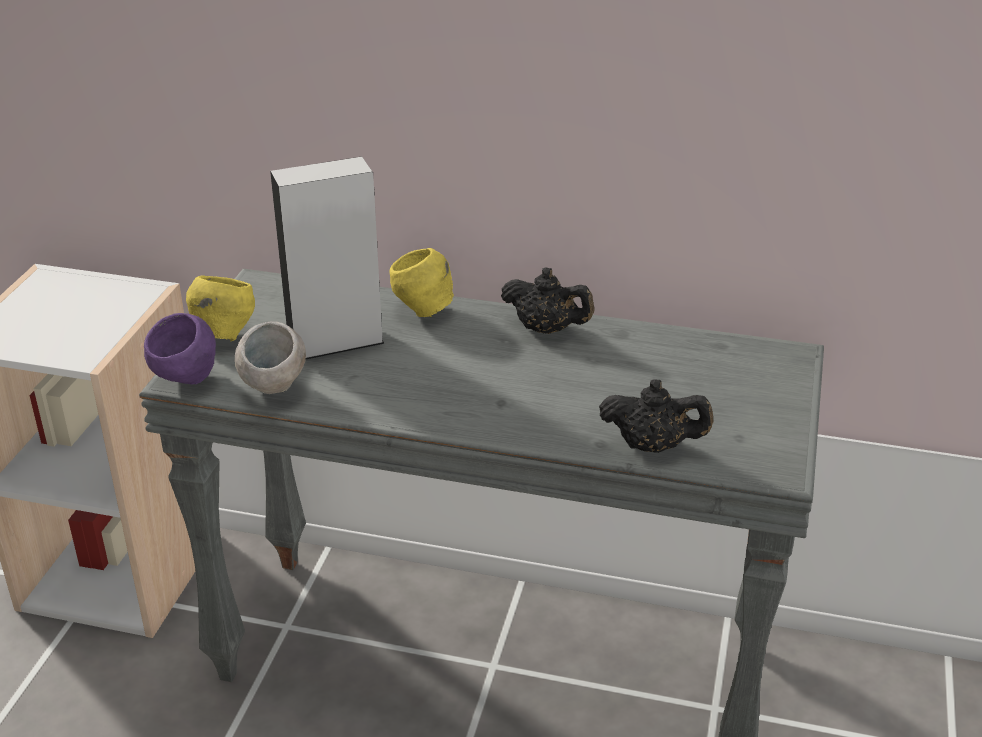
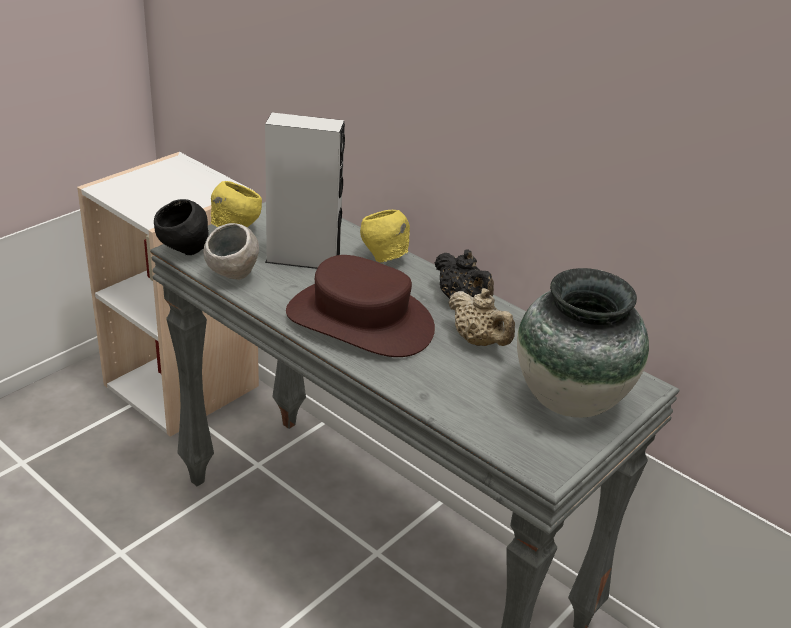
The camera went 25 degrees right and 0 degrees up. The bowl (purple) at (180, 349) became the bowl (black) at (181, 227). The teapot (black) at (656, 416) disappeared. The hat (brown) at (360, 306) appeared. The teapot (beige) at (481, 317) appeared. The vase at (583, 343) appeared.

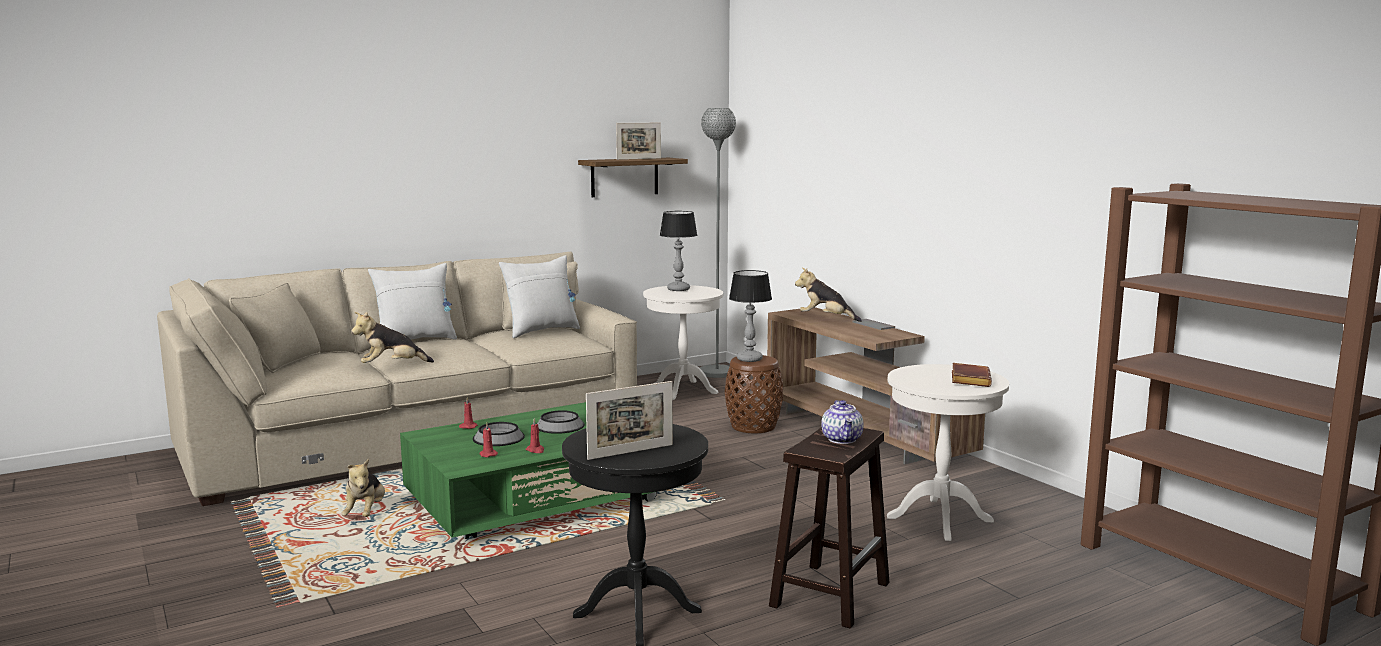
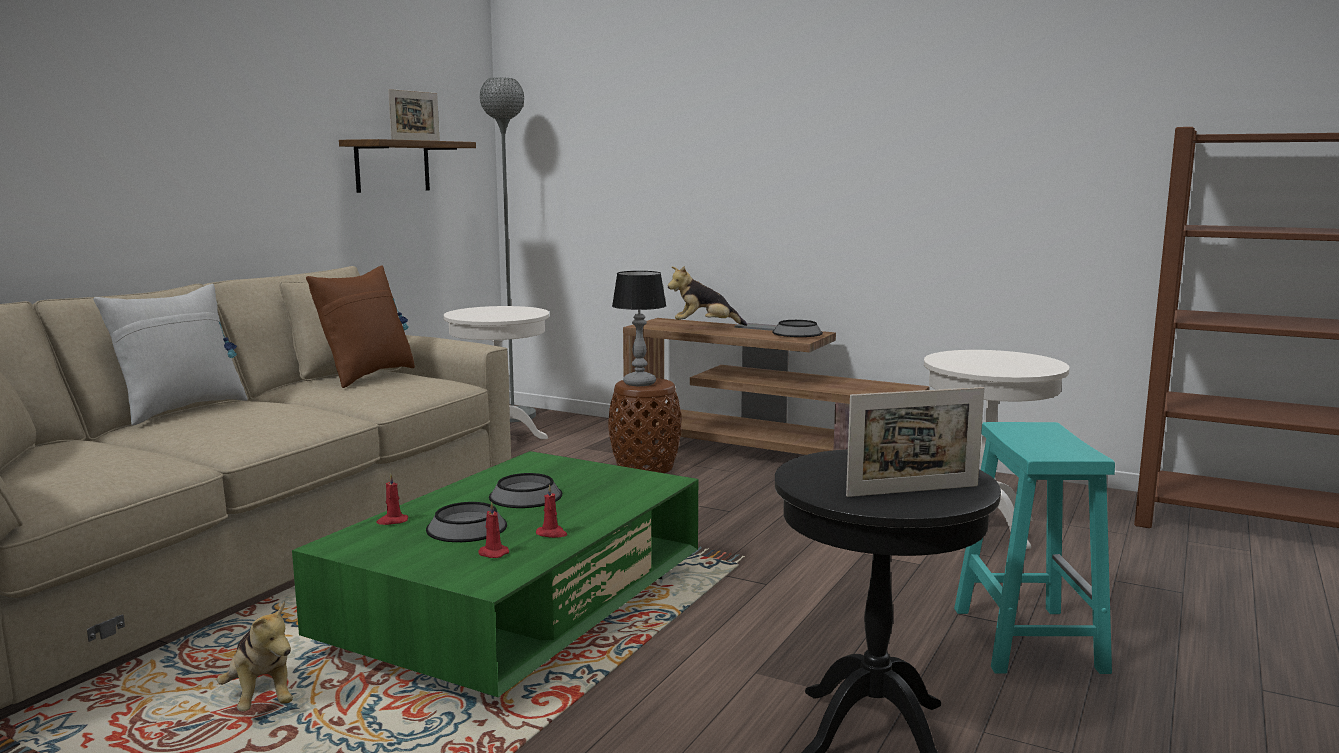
The camera went 30 degrees left and 0 degrees up. The plush toy at (392, 337) disappeared. The pillow (grey) at (539, 296) became the pillow (brown) at (360, 327). The picture frame at (629, 420) turned 45 degrees clockwise. The table lamp at (678, 251) disappeared. The stool (brown) at (829, 528) became the stool (turquoise) at (1034, 548). The teapot at (842, 422) disappeared. The book (brown) at (972, 375) disappeared. The bowl at (797, 328) appeared.

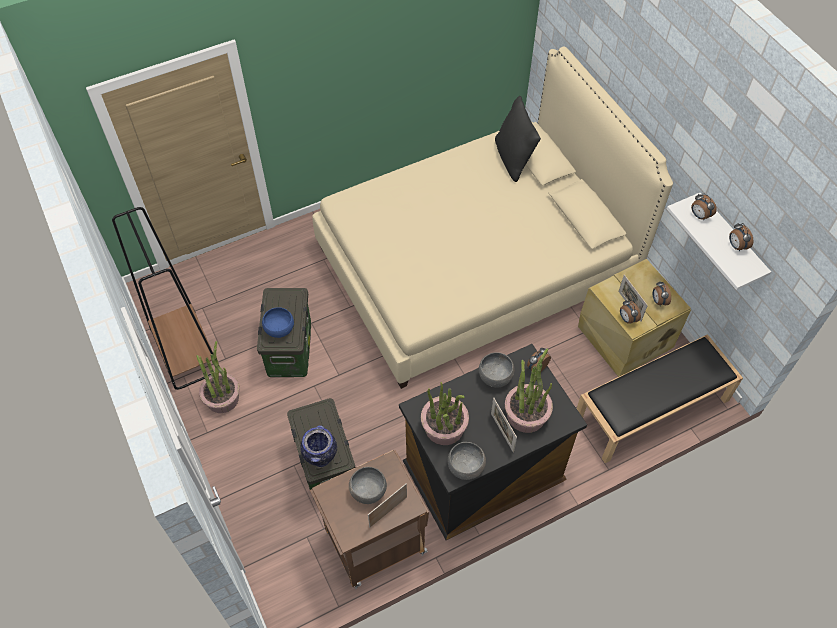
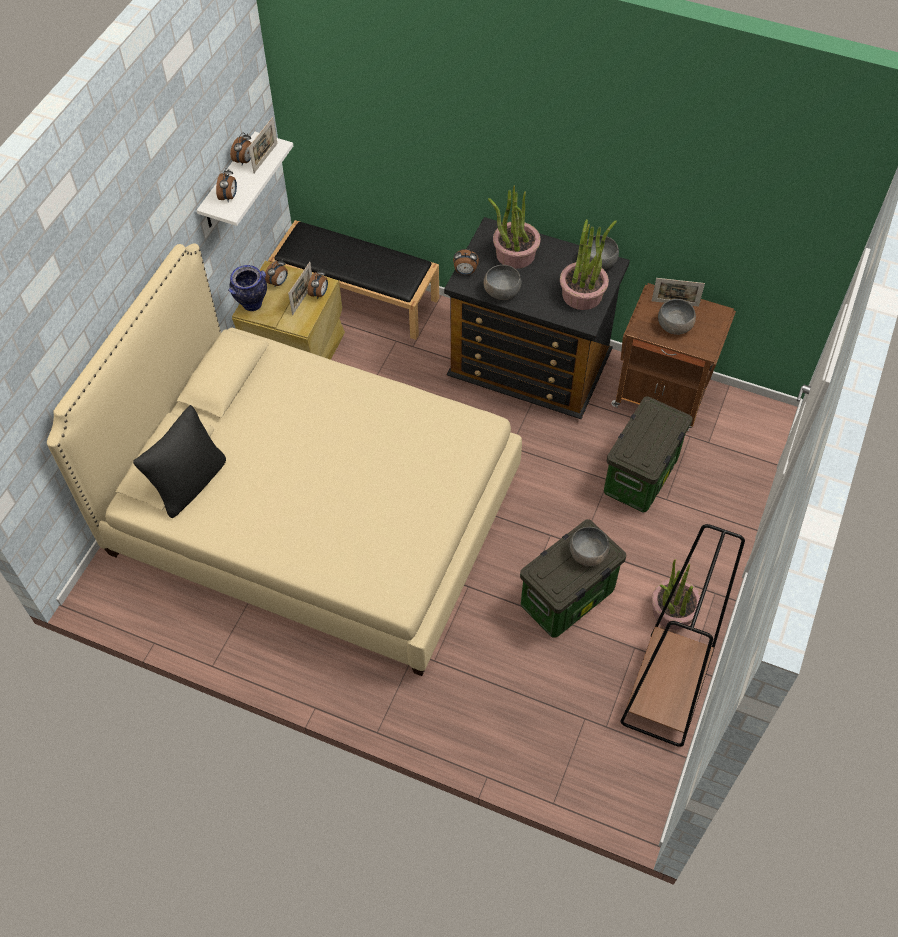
The camera went 130 degrees left and 0 degrees up. The bowl (blue) at (278, 322) became the bowl (grey) at (589, 546). The vase moved from (318, 446) to (247, 288). The picture frame moved from (504, 425) to (263, 145).

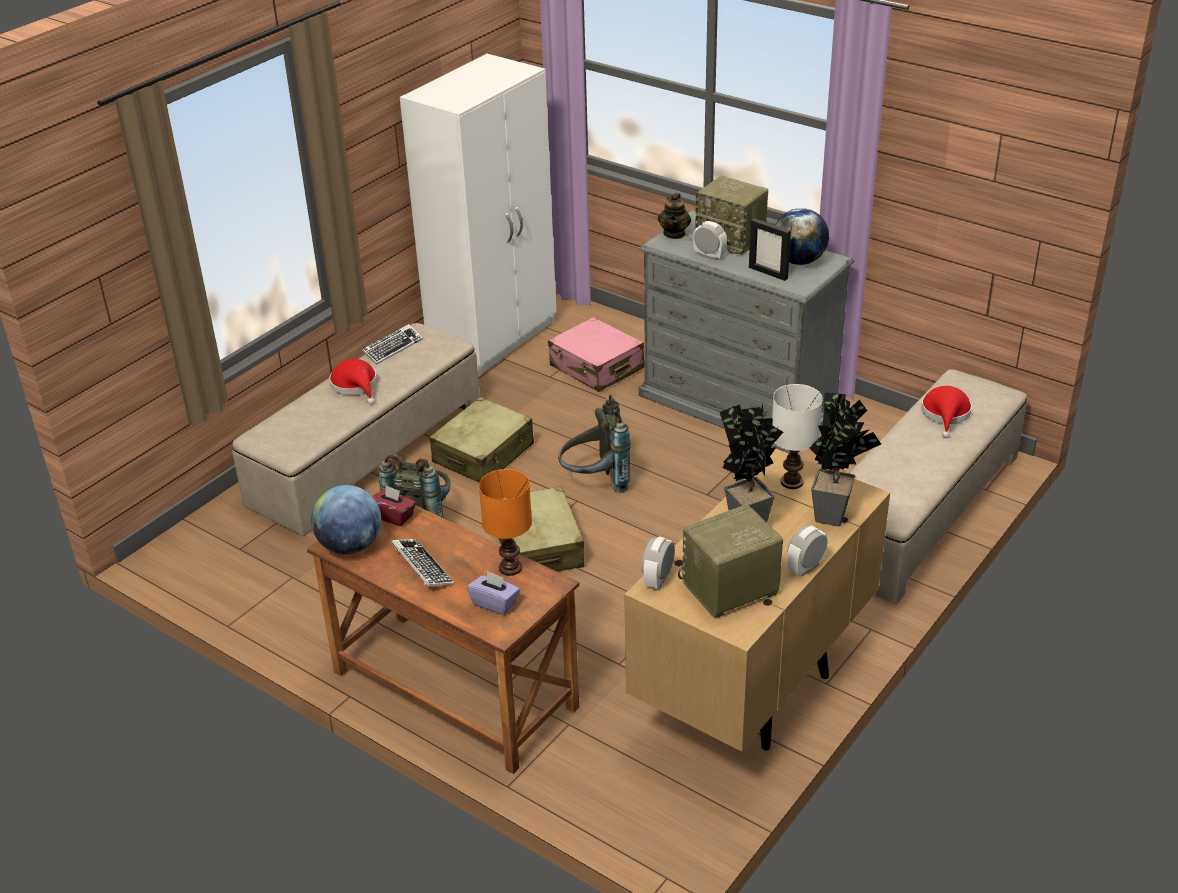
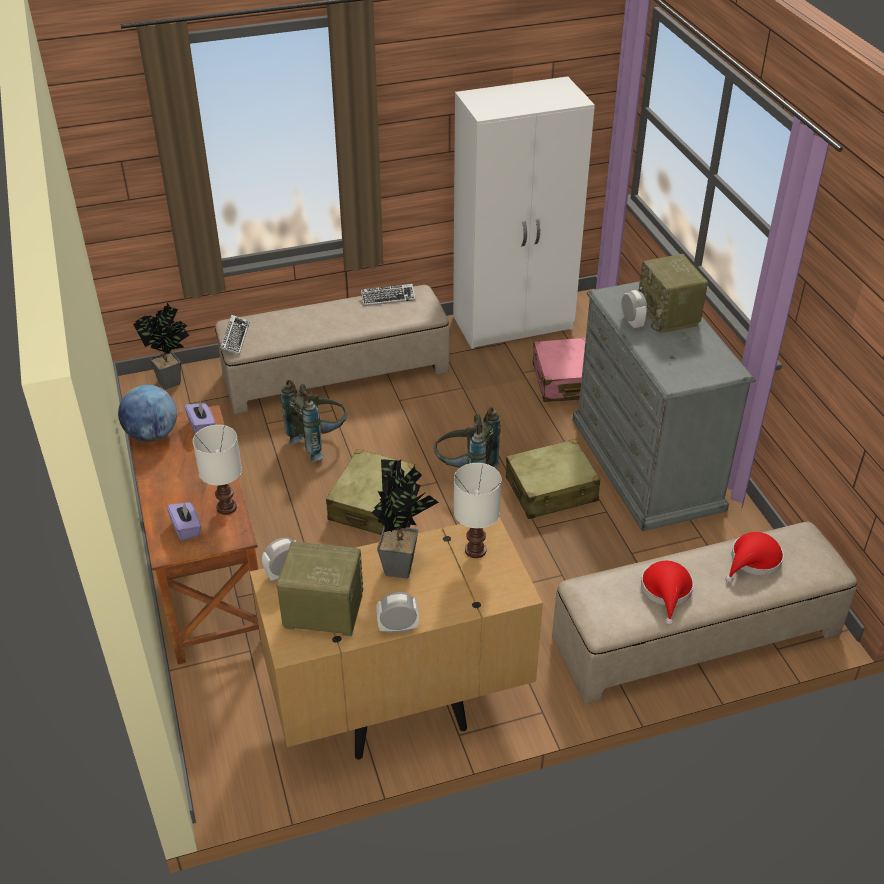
The camera went 35 degrees right and 5 degrees up. The hat (red) moved from (353, 382) to (667, 593). The tissue box (red) at (394, 505) became the tissue box (purple) at (199, 417). The keyboard moved from (422, 563) to (235, 335). The suitcase (beige) moved from (481, 440) to (553, 479). The table lamp (orange) at (505, 522) became the table lamp (white) at (217, 470). The teapot at (674, 216) disappeared. The picture frame at (770, 249) disappeared. The globe at (802, 236) disappeared. The potted plant moved from (845, 459) to (161, 346).

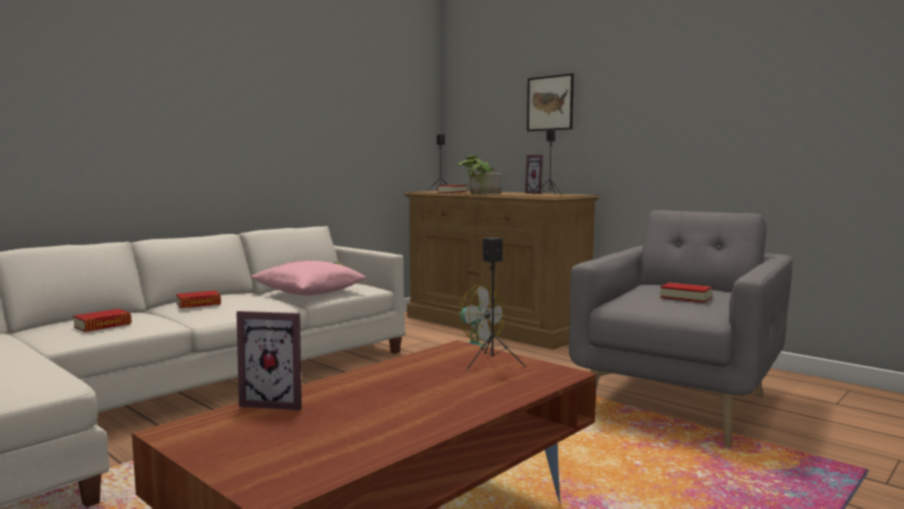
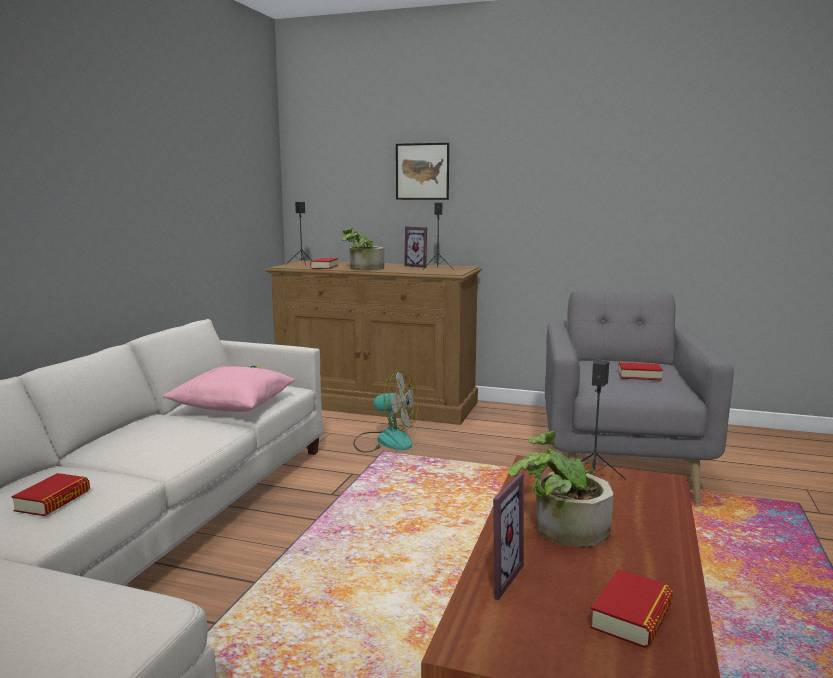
The camera went 25 degrees left and 5 degrees up. The book moved from (198, 299) to (631, 608). The picture frame at (269, 360) turned 45 degrees counterclockwise. The potted plant at (561, 489) appeared.

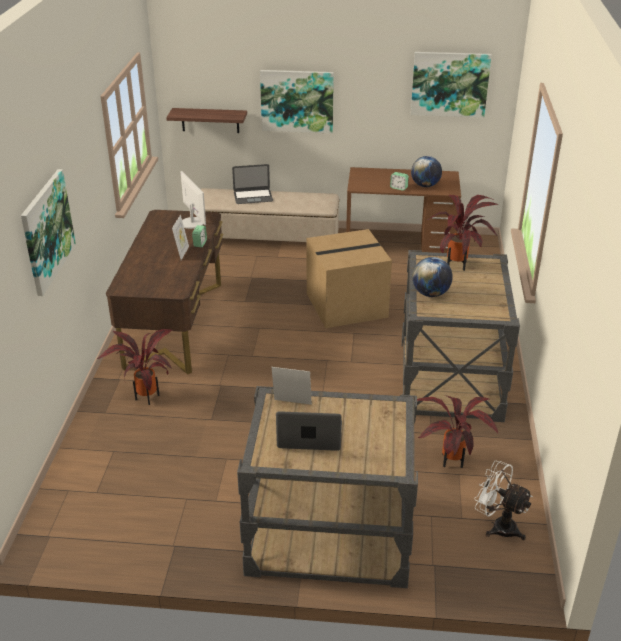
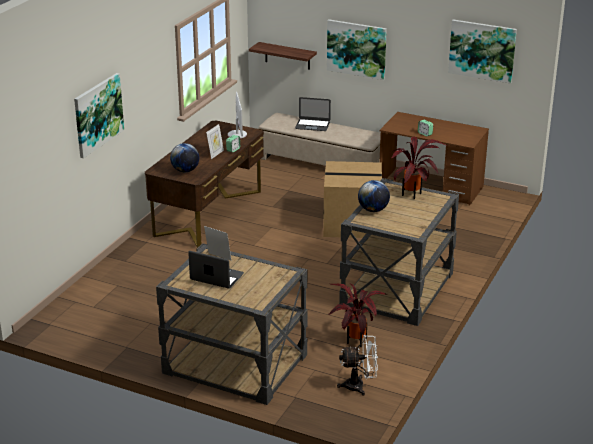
The camera went 20 degrees right and 5 degrees down. The potted plant at (134, 367) disappeared. The globe moved from (426, 171) to (184, 157). The fan (white) at (503, 500) turned 120 degrees clockwise.

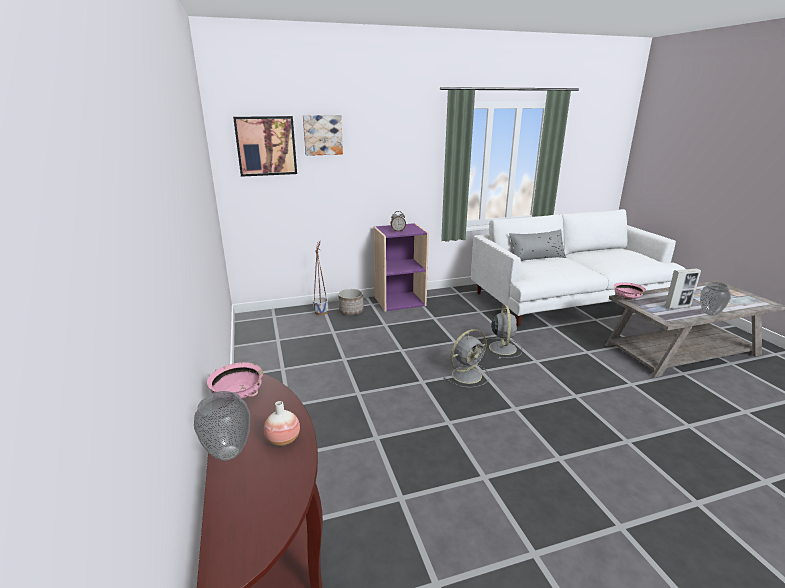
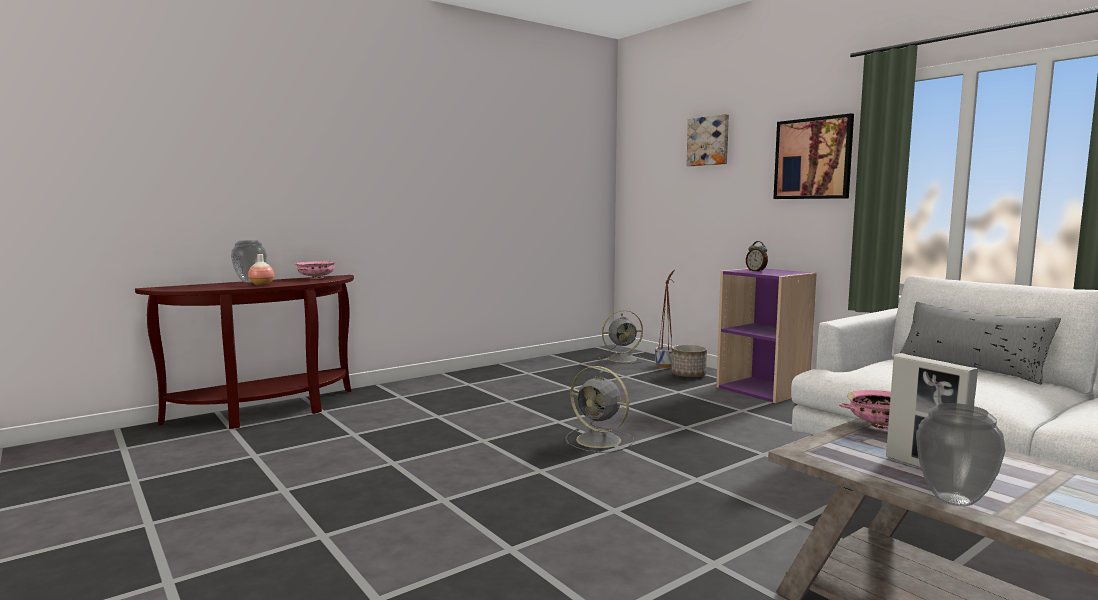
The camera went 70 degrees right and 15 degrees down. The picture moved from (265, 146) to (813, 156). The fan (grey) moved from (502, 332) to (621, 337).

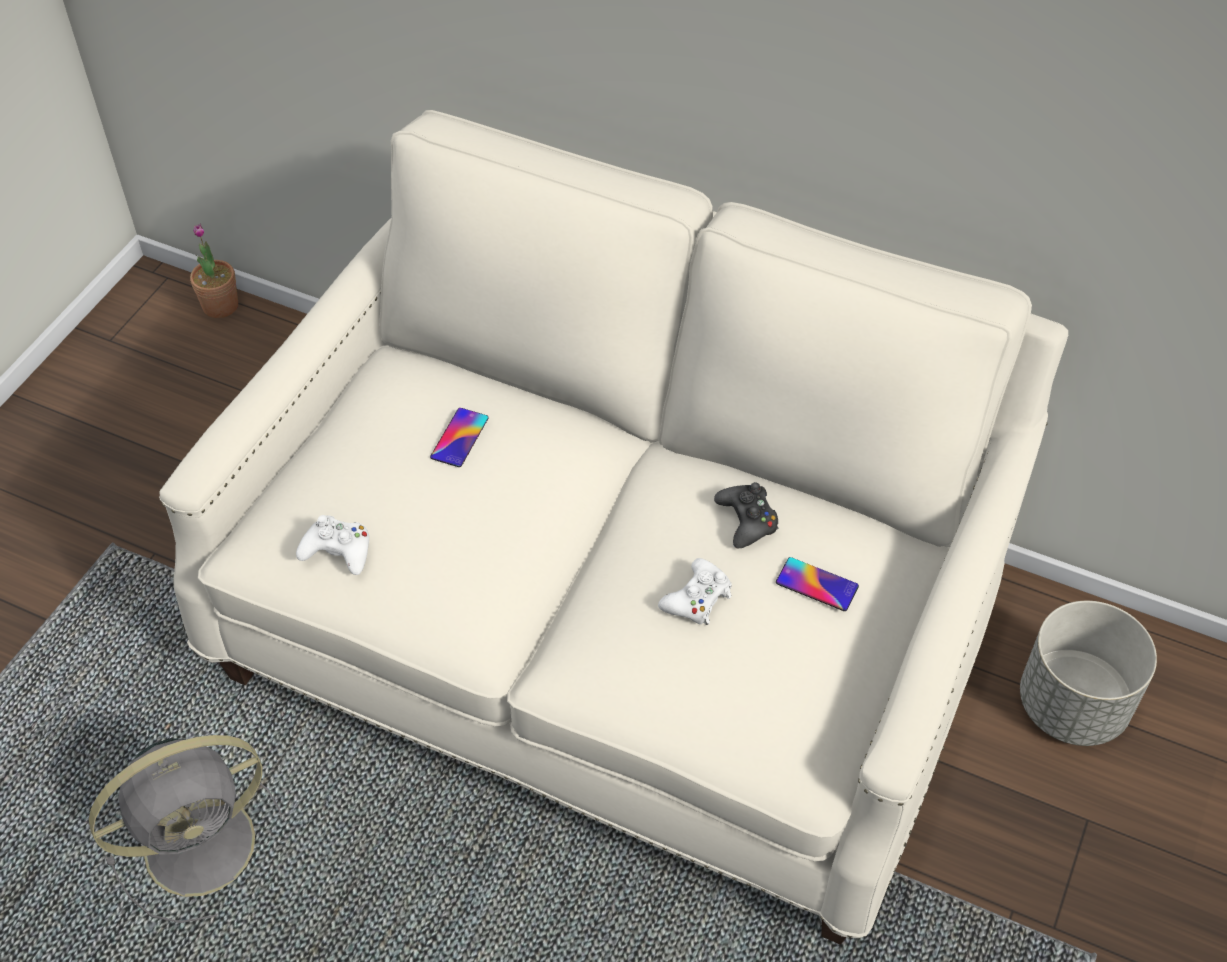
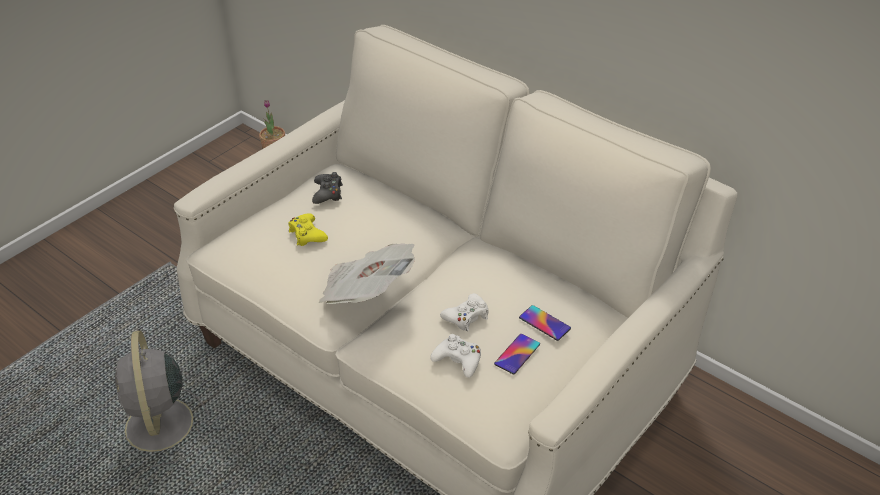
The camera went 15 degrees right and 10 degrees down. The fan (grey) at (185, 829) turned 90 degrees clockwise. The game controller (white) moved from (332, 545) to (455, 356). The phone moved from (459, 437) to (517, 354). The game controller (black) moved from (746, 515) to (327, 188). The planter (grey) at (1088, 673) disappeared. The game controller (yellow) at (308, 229) appeared. The newspaper at (367, 273) appeared.

